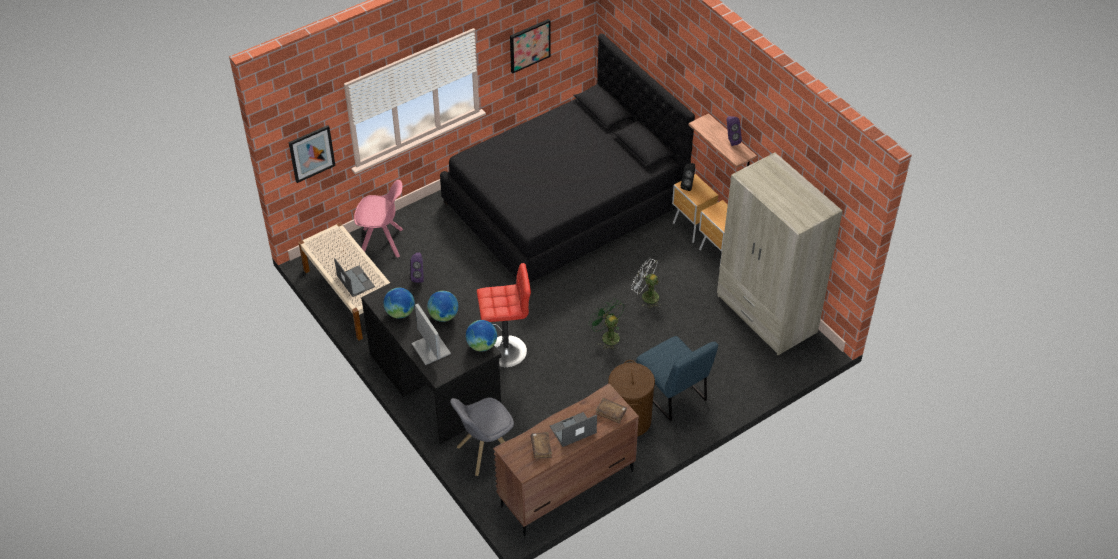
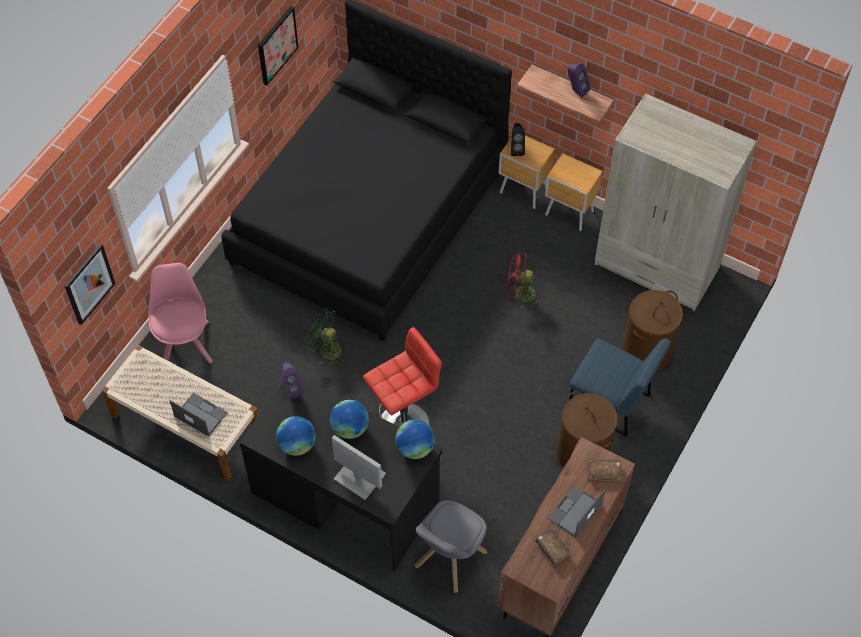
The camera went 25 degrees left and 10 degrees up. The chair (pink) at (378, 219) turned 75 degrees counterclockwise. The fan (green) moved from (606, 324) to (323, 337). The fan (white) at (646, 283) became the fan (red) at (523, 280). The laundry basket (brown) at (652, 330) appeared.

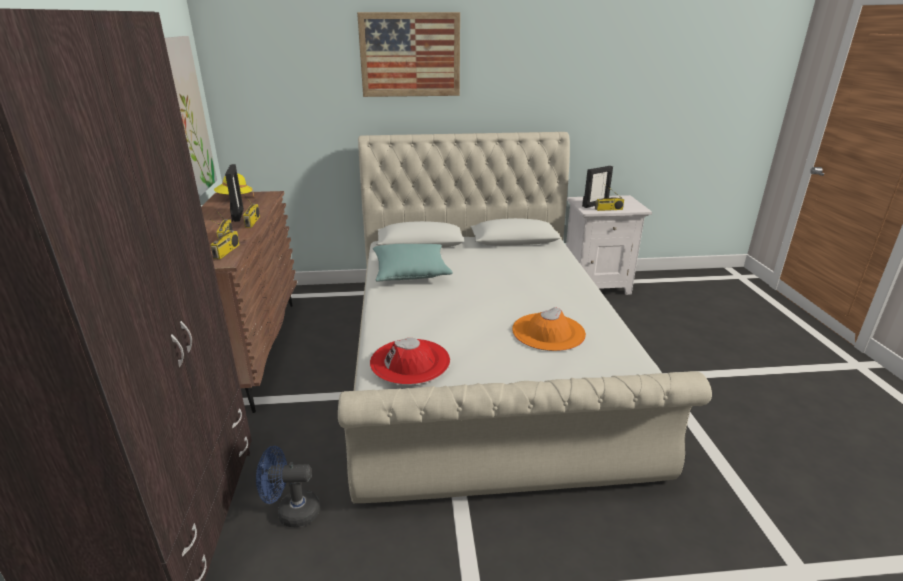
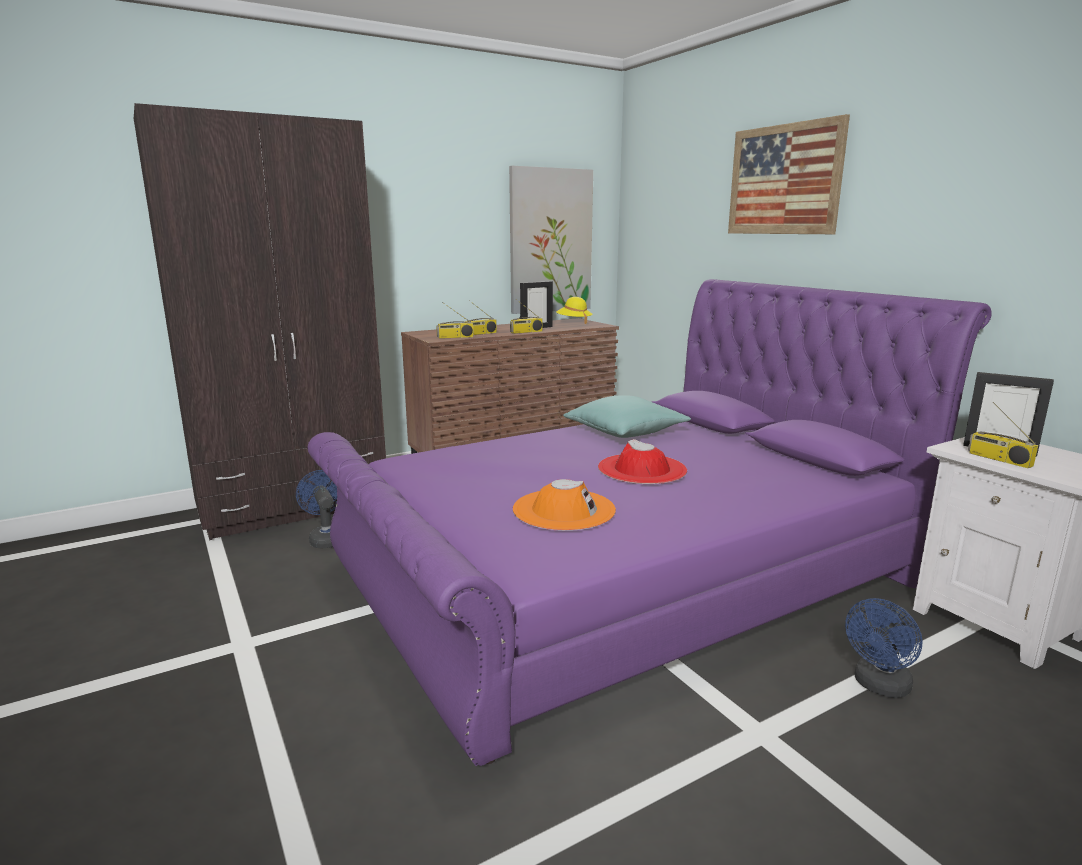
The camera went 65 degrees right and 10 degrees down. The bed (beige) at (525, 317) became the bed (purple) at (649, 522). The hat (red) moved from (410, 361) to (642, 461). The fan (blue) at (884, 648) appeared.

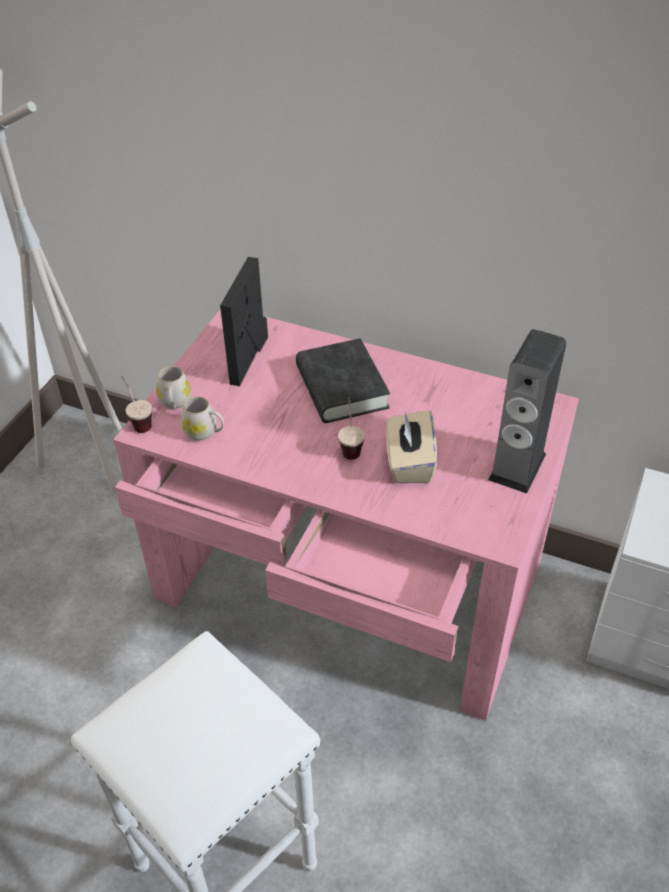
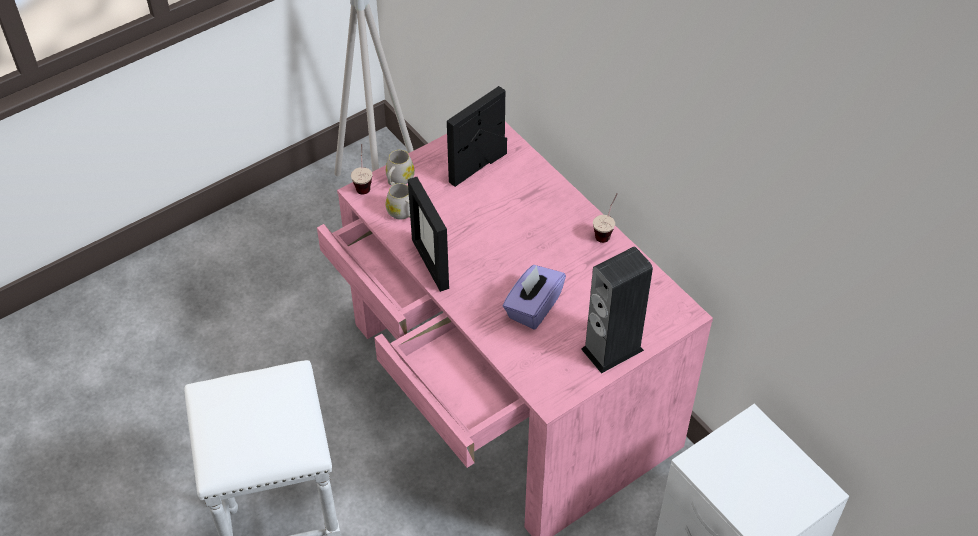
The camera went 30 degrees right and 5 degrees up. The book (black) at (343, 380) disappeared. The cup moved from (351, 428) to (605, 218). The tissue box (beige) at (411, 446) became the tissue box (purple) at (534, 297). The picture frame at (428, 234) appeared.

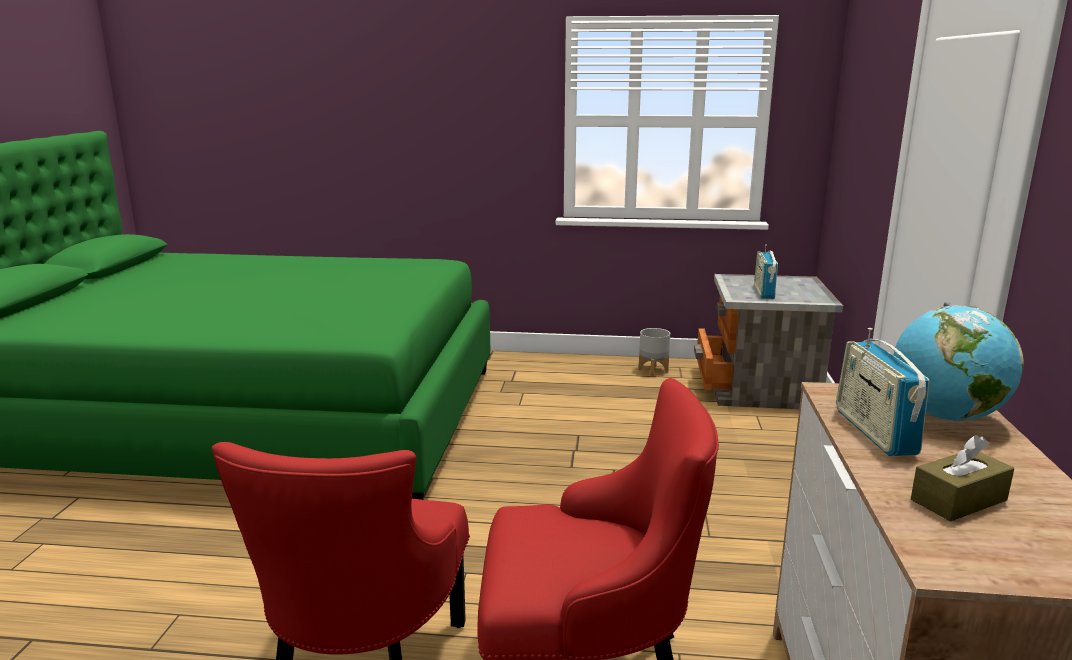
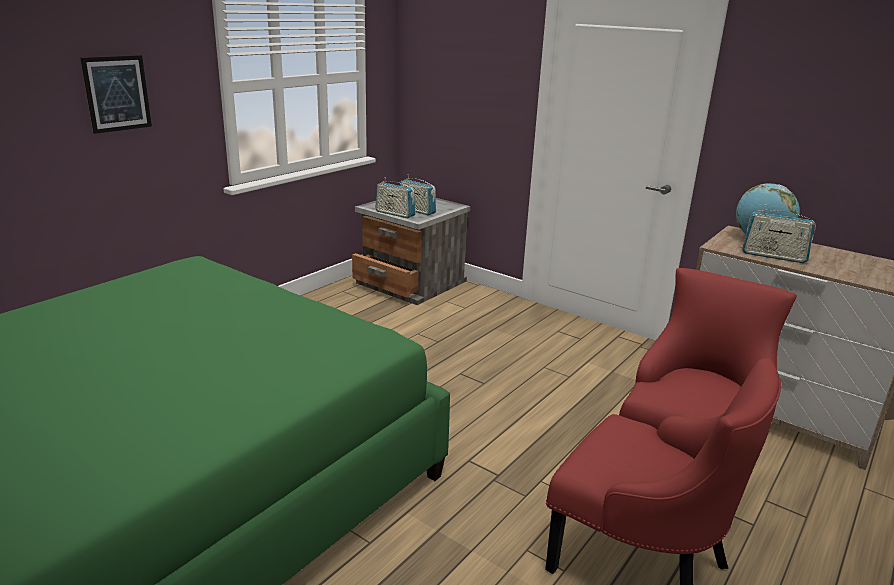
The camera went 60 degrees left and 5 degrees up. The planter (grey) at (654, 352) disappeared. The tissue box (brown) at (962, 478) disappeared. The picture at (116, 94) appeared. The radio at (395, 197) appeared.

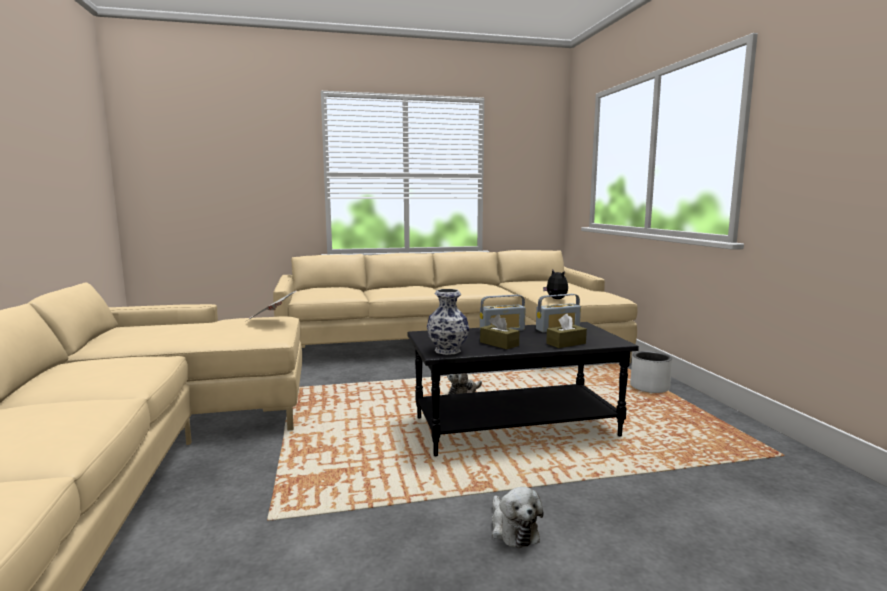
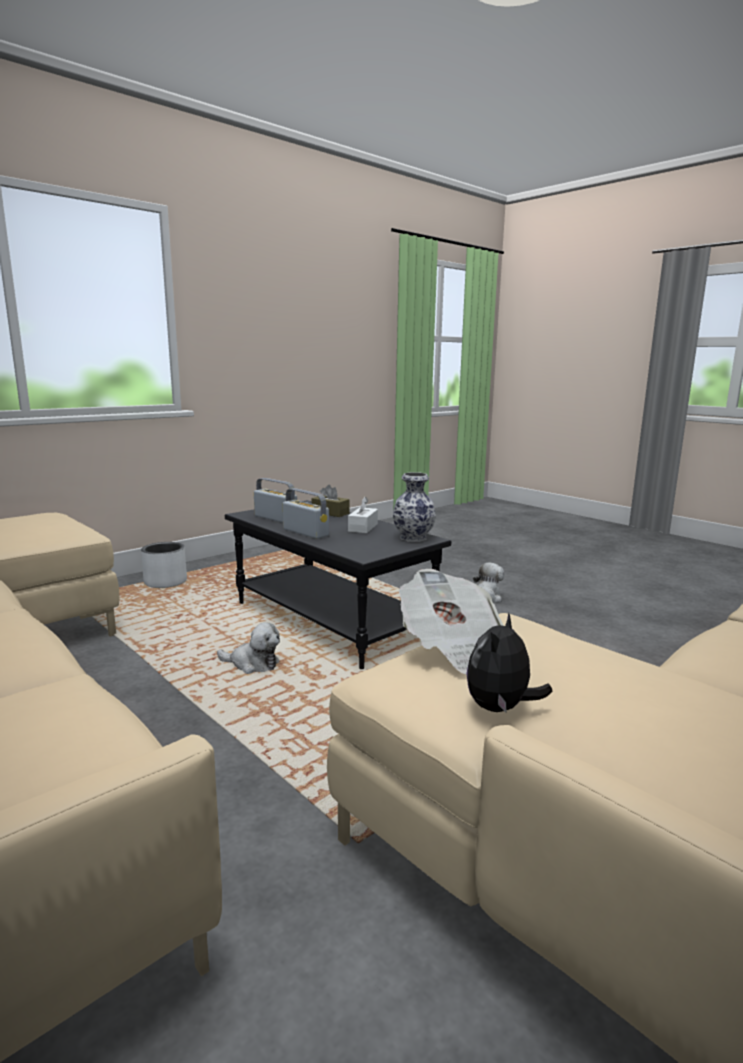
The camera went 120 degrees left and 5 degrees up. The tissue box (brown) at (499, 331) became the tissue box (white) at (363, 515). The plush toy moved from (555, 284) to (509, 662).

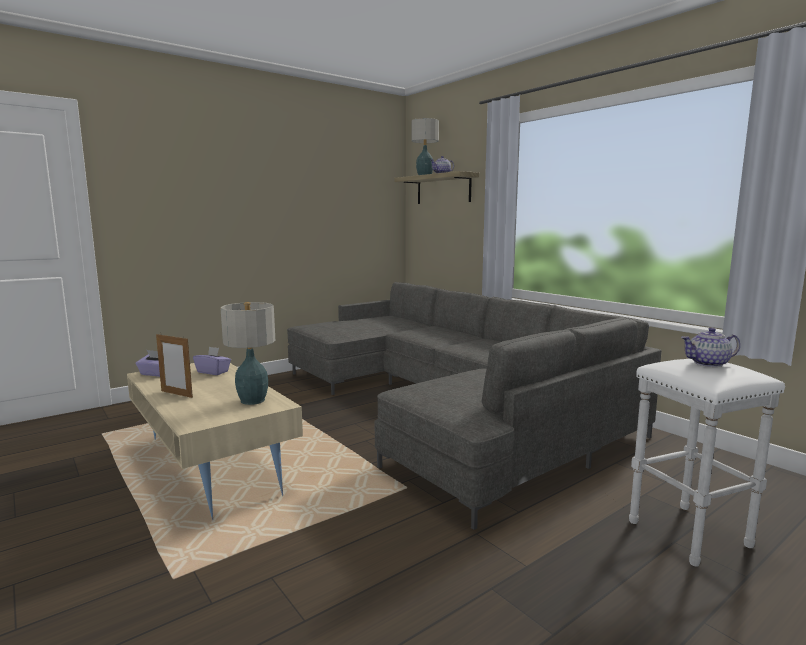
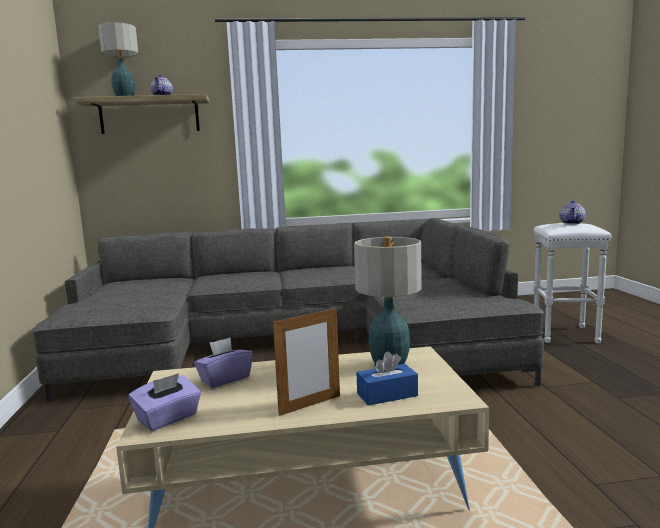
The camera went 60 degrees left and 0 degrees up. The tissue box (blue) at (387, 378) appeared.

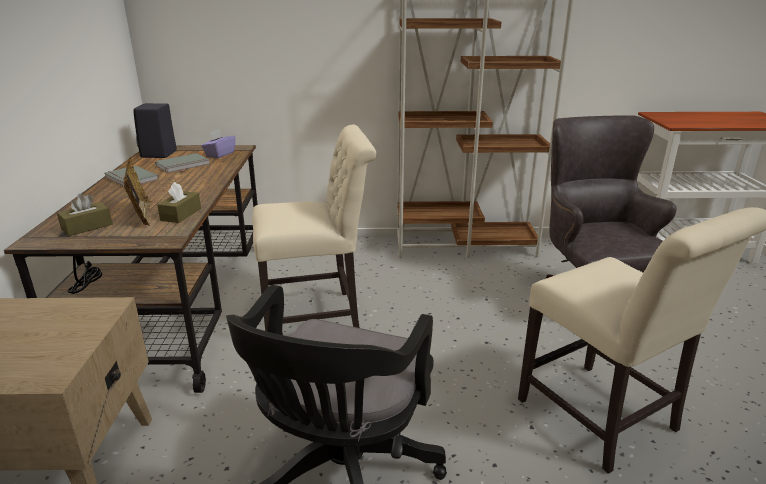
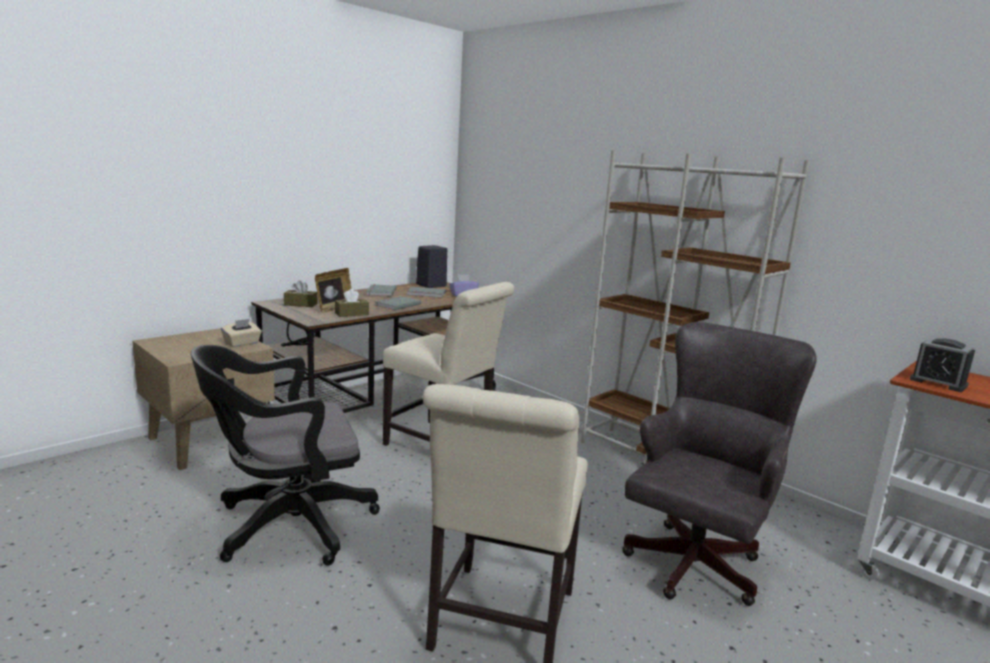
The camera went 45 degrees right and 10 degrees down. The tissue box (beige) at (241, 333) appeared. The book (grey) at (397, 303) appeared. The alarm clock at (942, 365) appeared.

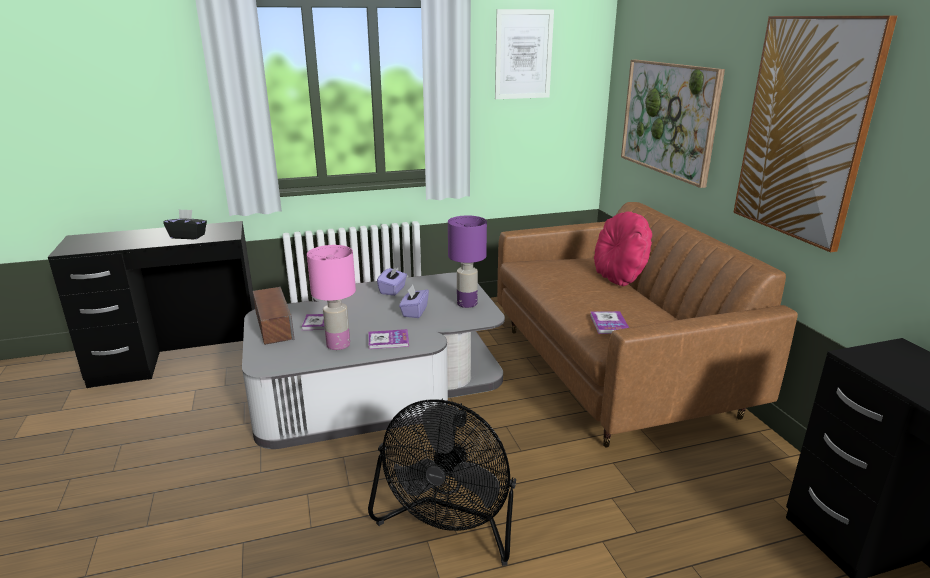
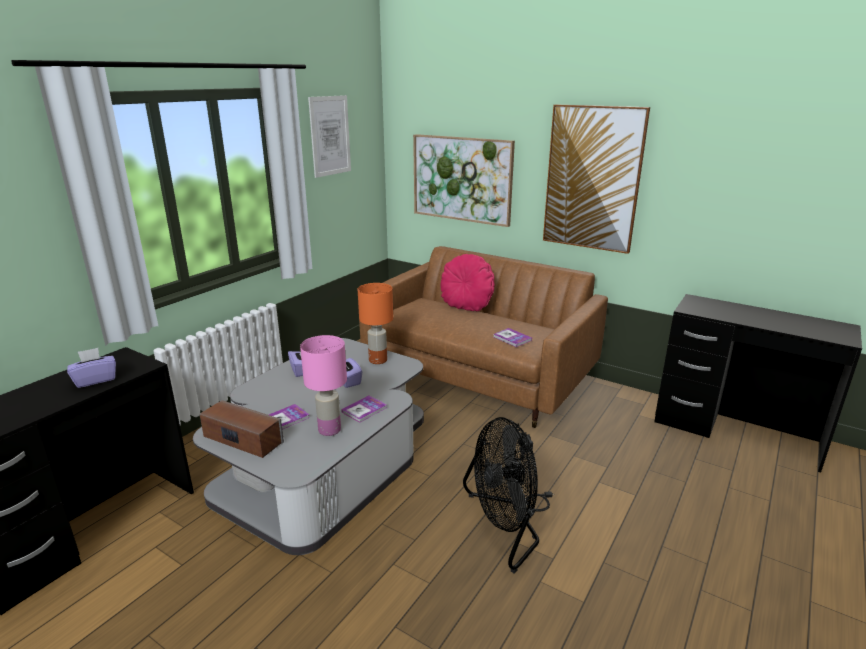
The camera went 40 degrees left and 0 degrees up. The tissue box (black) at (185, 224) became the tissue box (purple) at (91, 368). The fan (black) at (442, 482) turned 90 degrees clockwise. The table lamp (purple) at (467, 261) became the table lamp (orange) at (375, 323).

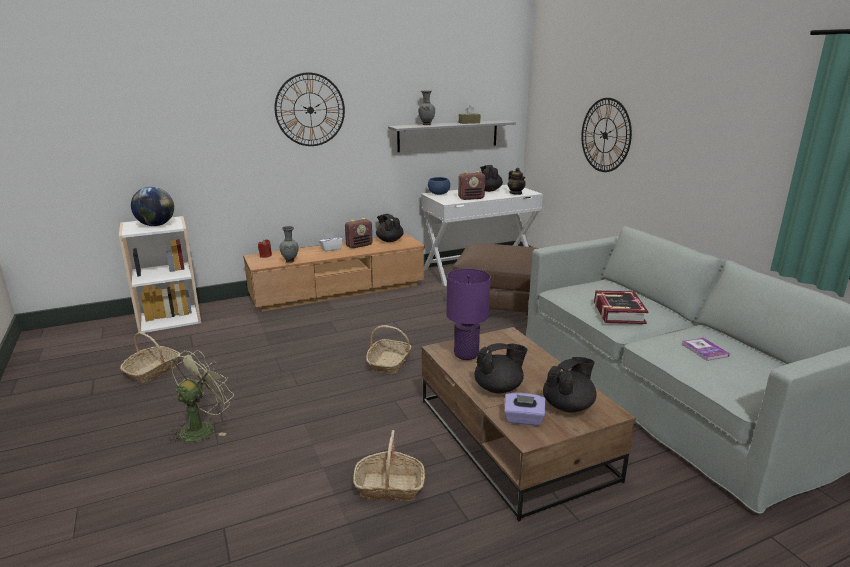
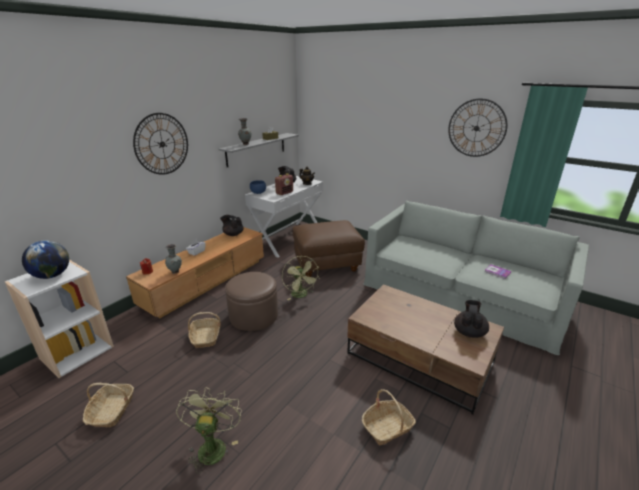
The camera went 30 degrees left and 5 degrees up. The radio at (359, 233) disappeared. The basket moved from (388, 349) to (204, 330). The table lamp (purple) at (468, 314) disappeared. The teapot (black) at (500, 368) disappeared. The tissue box (purple) at (524, 409) disappeared. The wall clock moved from (606, 135) to (478, 127). The book at (621, 307) disappeared. The ottoman (brown) at (251, 301) appeared. The fan (green) at (301, 278) appeared.

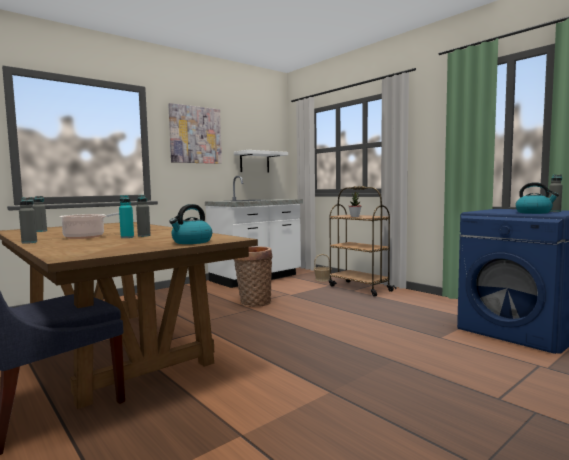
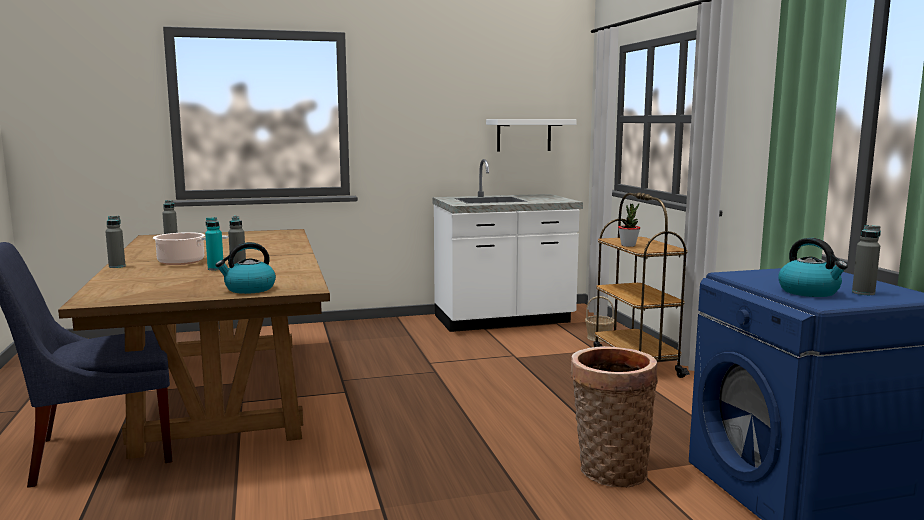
The camera went 25 degrees right and 5 degrees up. The picture at (195, 133) disappeared. The basket moved from (253, 277) to (614, 416).

